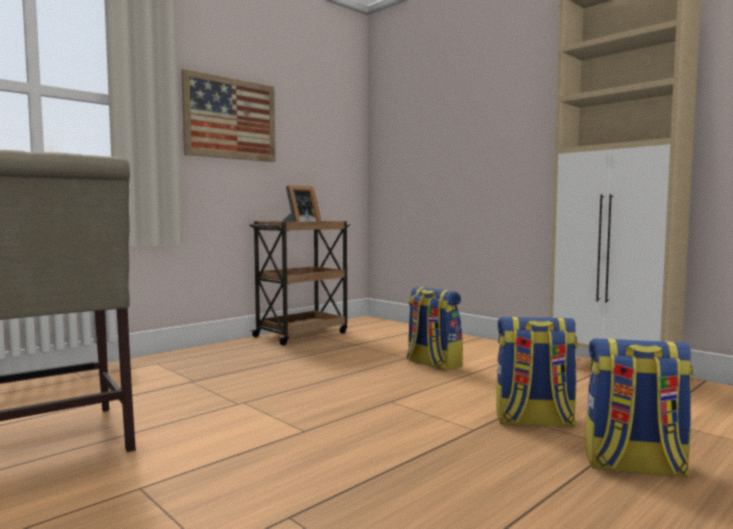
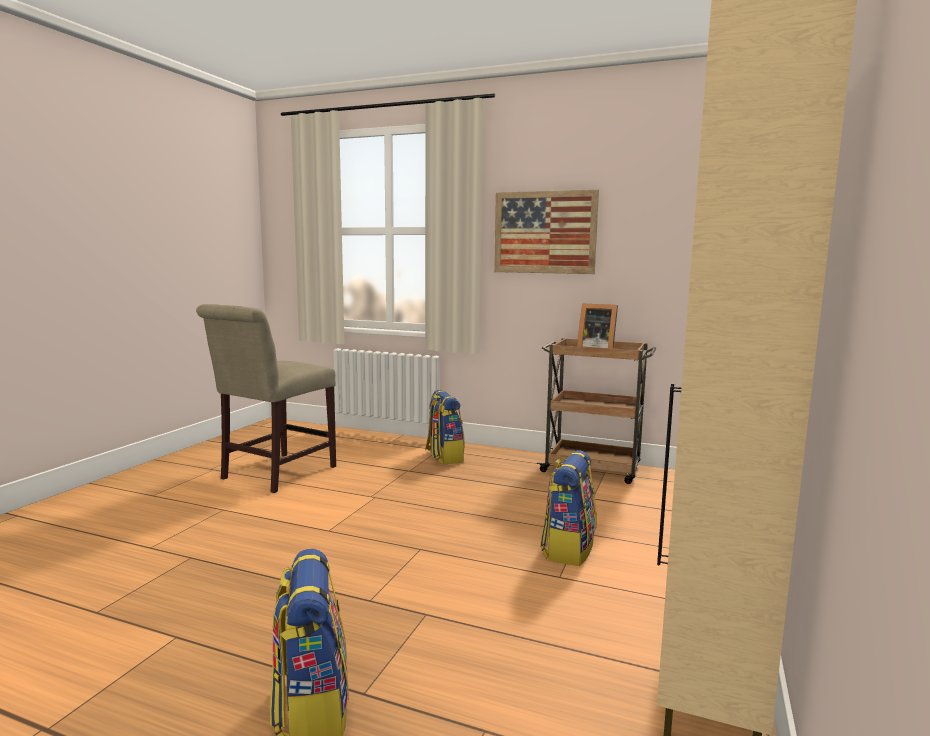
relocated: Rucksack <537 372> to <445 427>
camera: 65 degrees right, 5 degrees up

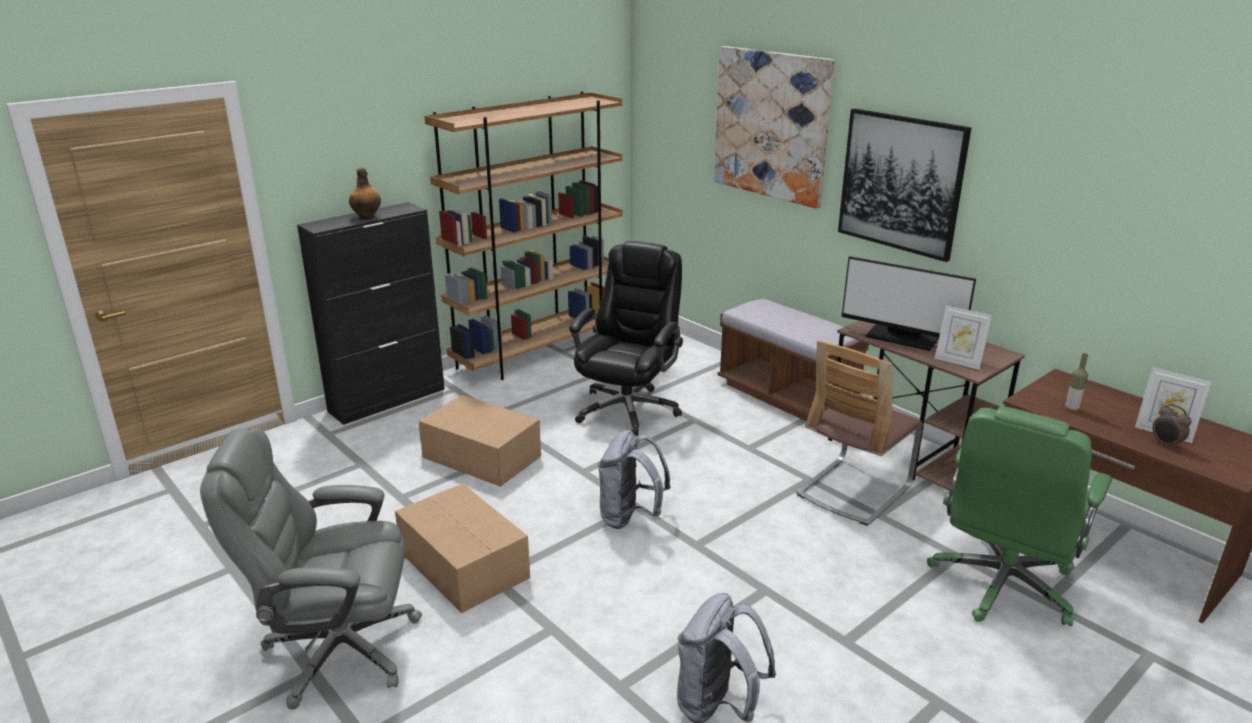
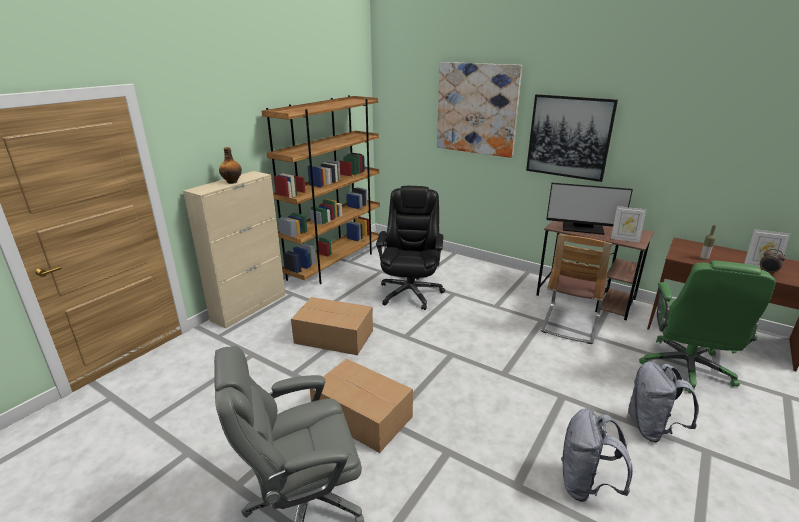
missing: Bank [braun] <793 359>
relocated: Rucksack [grau] <634 479> to <663 401>
colour: Schrank [schwarz] <371 313> to Schrank [beige] <234 250>
camera: 15 degrees left, 0 degrees up

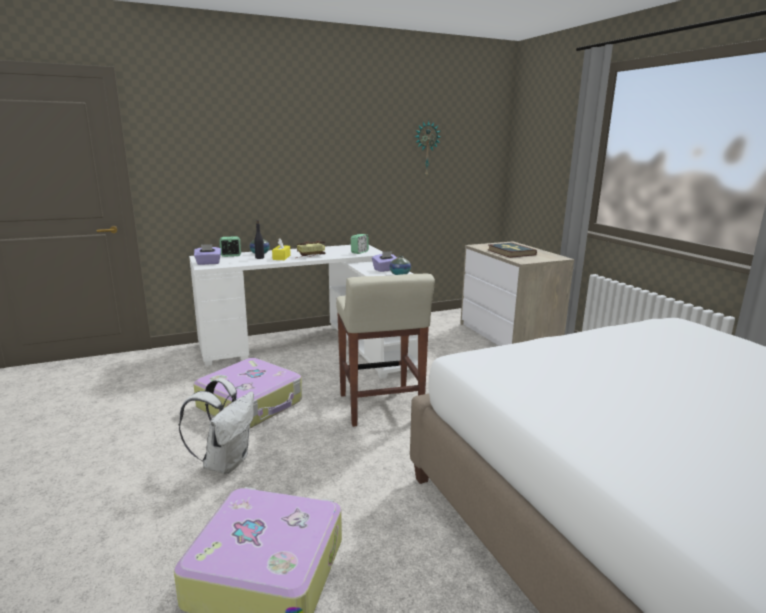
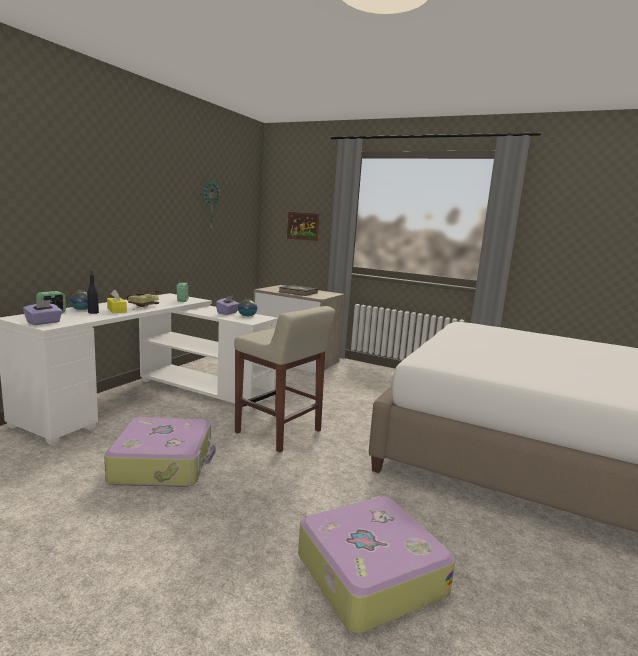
missing: Rucksack [weiß] <216 426>
appeared: Bild <303 226>
camera: 40 degrees left, 5 degrees down

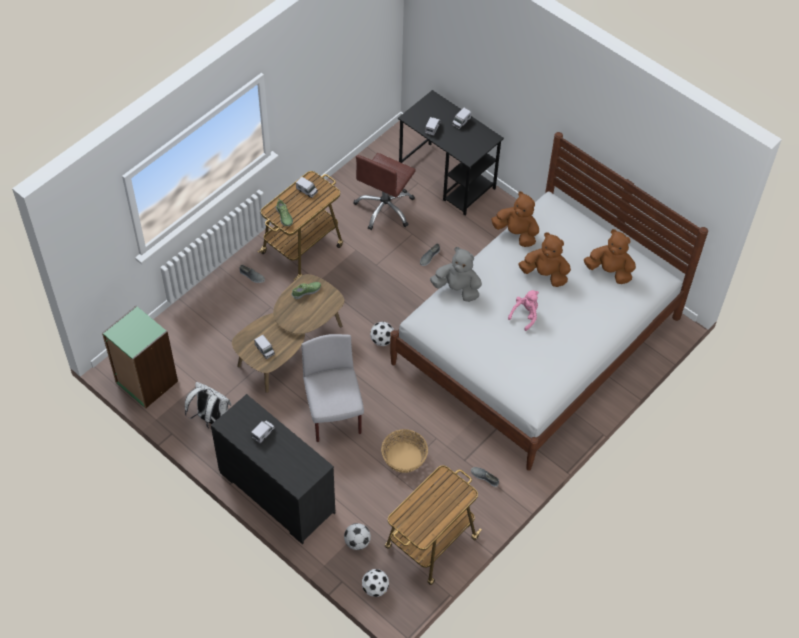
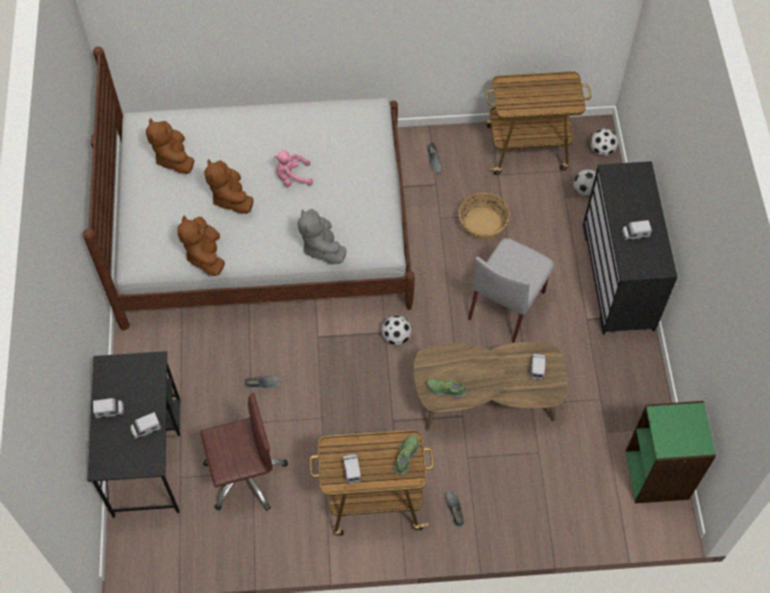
missing: Rucksack [weiß] <208 405>
camera: 135 degrees left, 5 degrees up

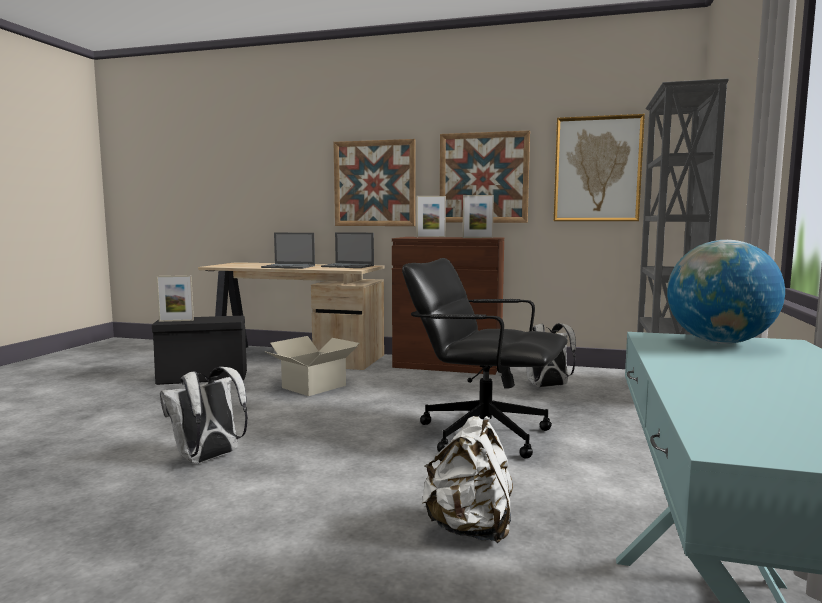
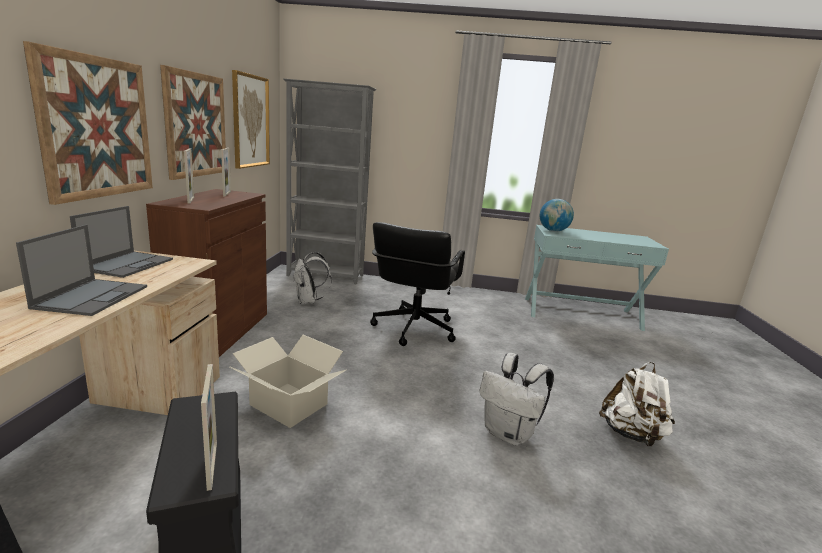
relocated: Rucksack [weiß] <467 479> to <637 404>
camera: 100 degrees left, 10 degrees up

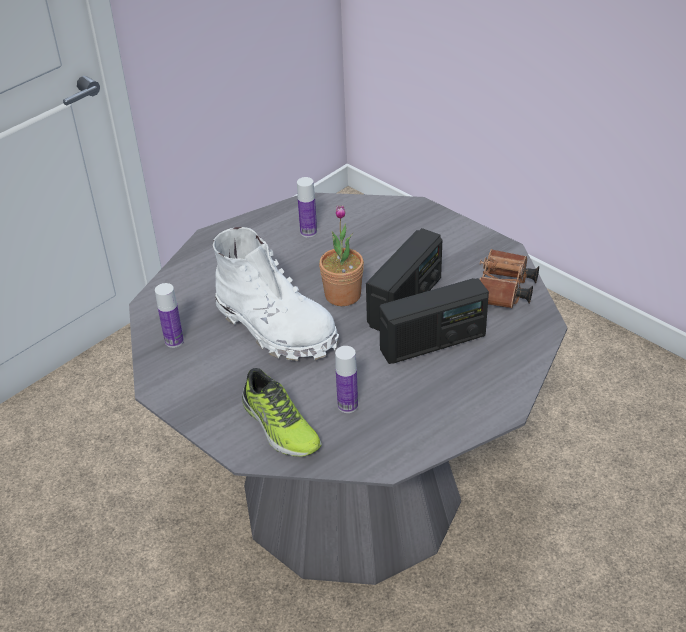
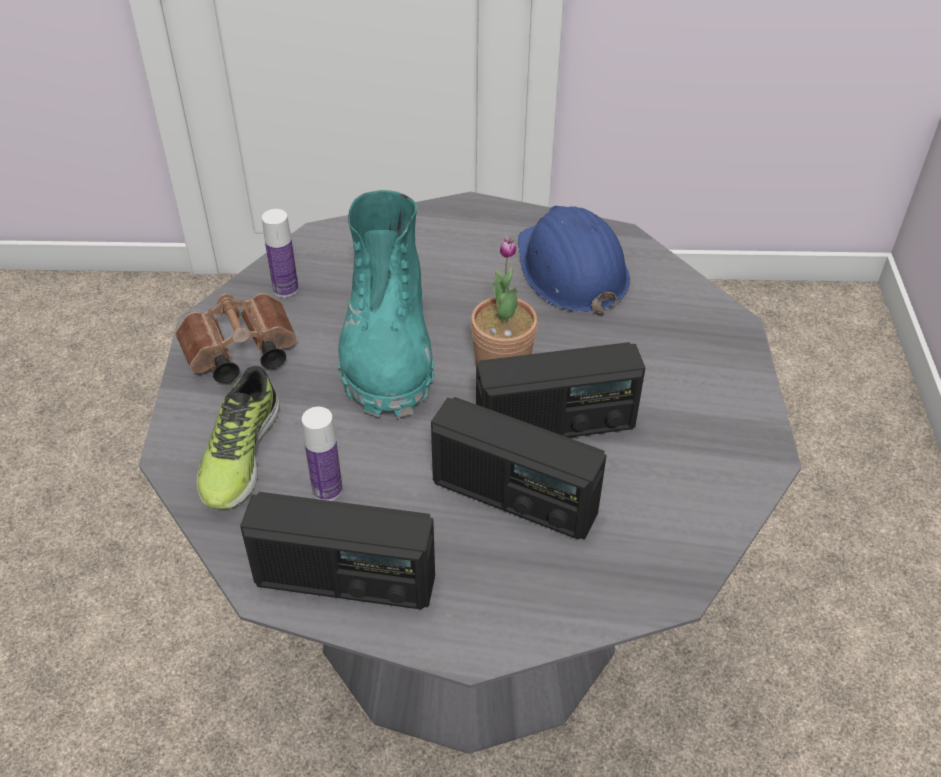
appeared: Radio <337 551>
relocated: Fernglas [braun] <509 278> to <236 338>
exchanged: Flasche <307 207> to Schutzhelm [blau] <574 261>
colour: Stiefel [weiß] <276 294> to Stiefel [türkis] <386 304>
camera: 45 degrees right, 5 degrees up

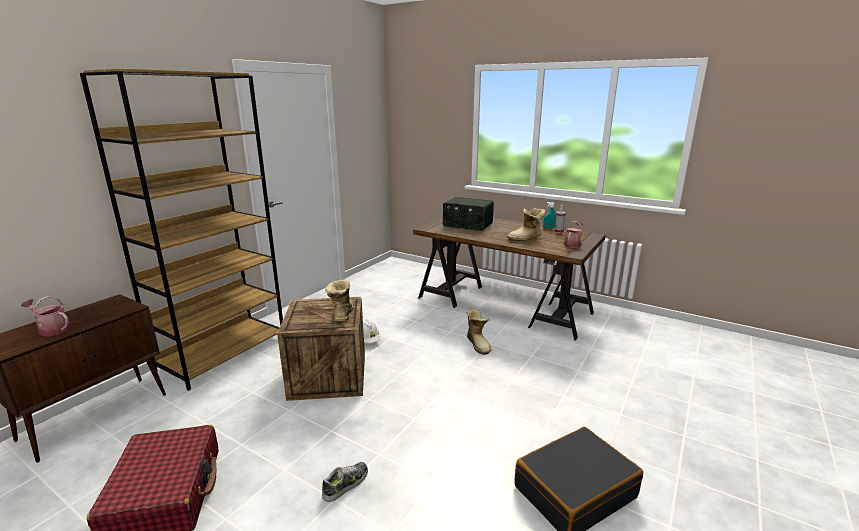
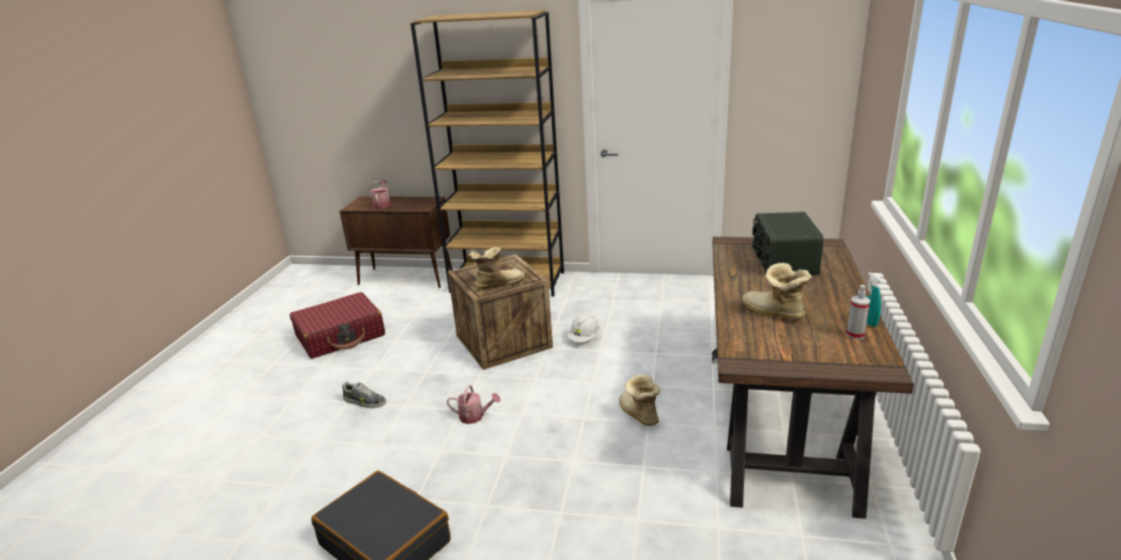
relocated: Gießkanne <573 234> to <474 404>
spun: Stiefel <479 332> = <639 400> 105 degrees clockwise
camera: 70 degrees right, 5 degrees up

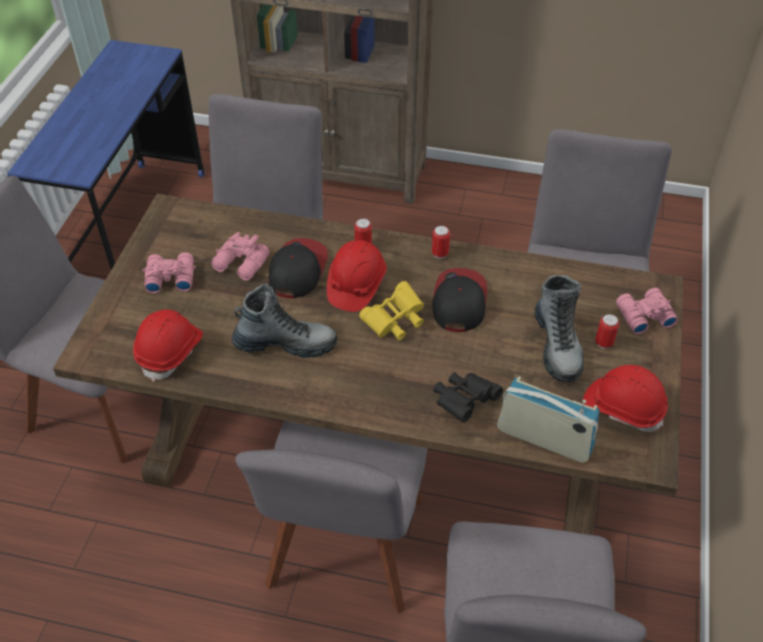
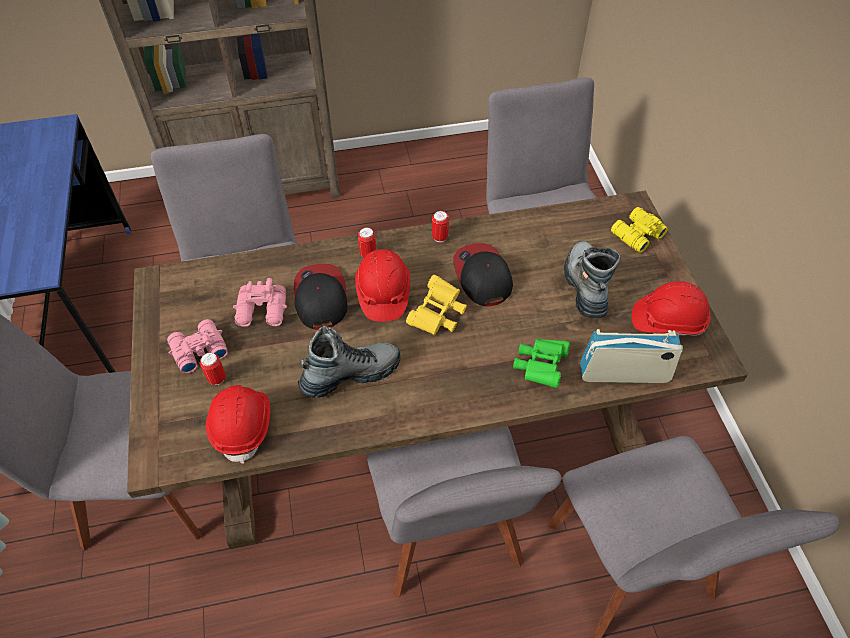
relocated: Dose <607 331> to <213 368>
colour: Fernglas [schwarz] <468 397> to Fernglas [grün] <541 363>; Fernglas [rosa] <647 311> to Fernglas [gelb] <639 230>
spun: Stiefel <559 328> = <592 279> 150 degrees counterclockwise
camera: 25 degrees left, 5 degrees up

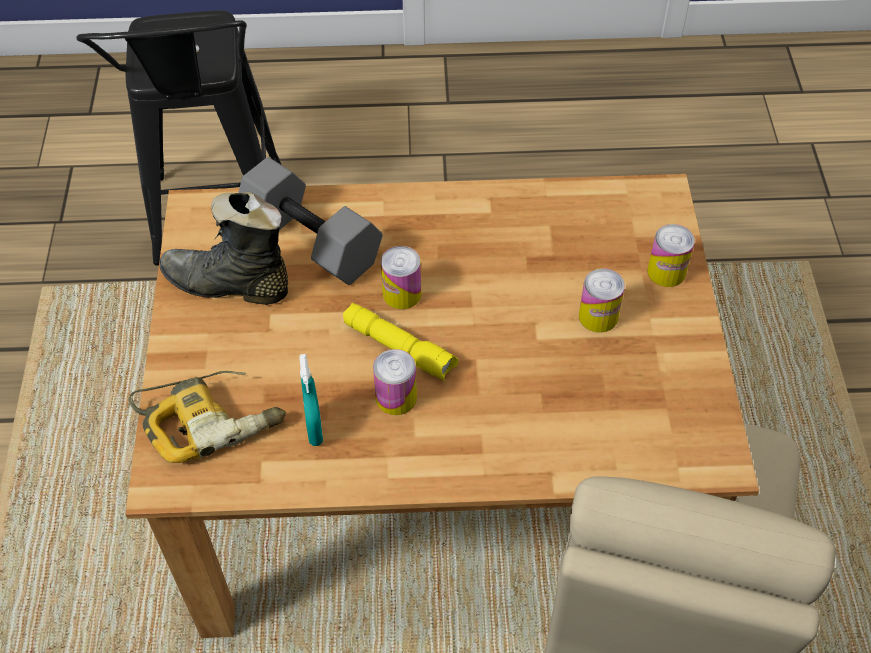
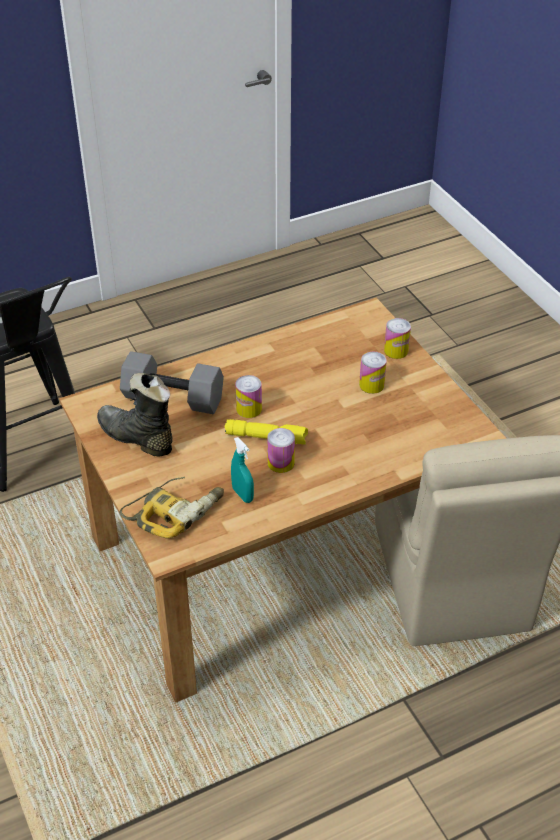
spun: Stiefel [schwarz] <223 248> = <135 414> 45 degrees clockwise
camera: 25 degrees left, 10 degrees down

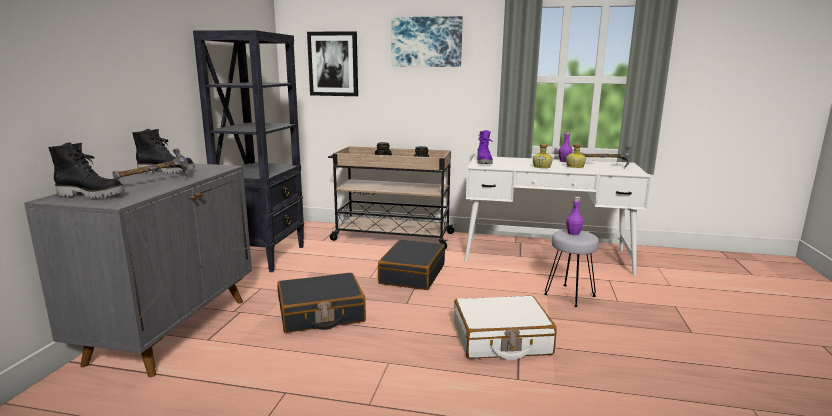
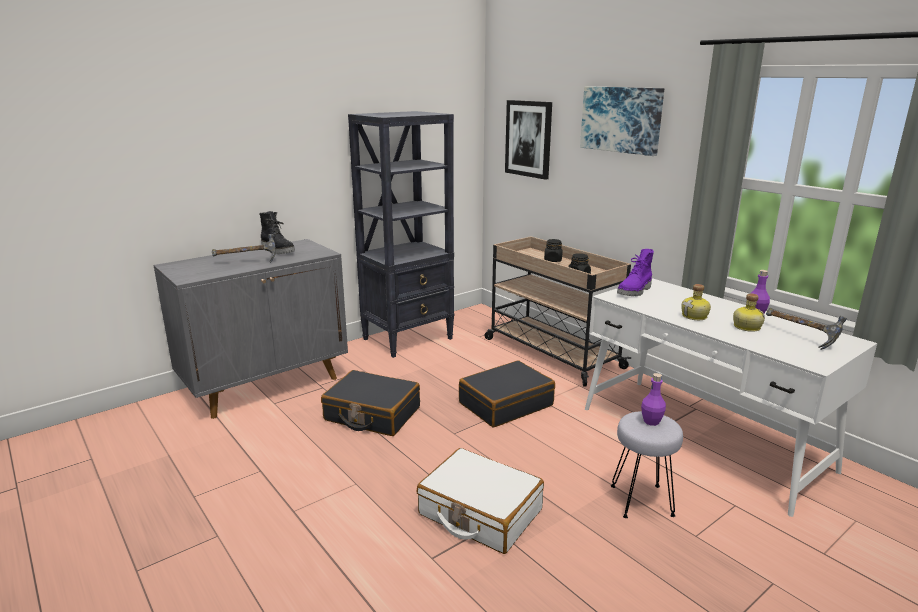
missing: Stiefel [schwarz] <86 171>
camera: 40 degrees right, 5 degrees up

